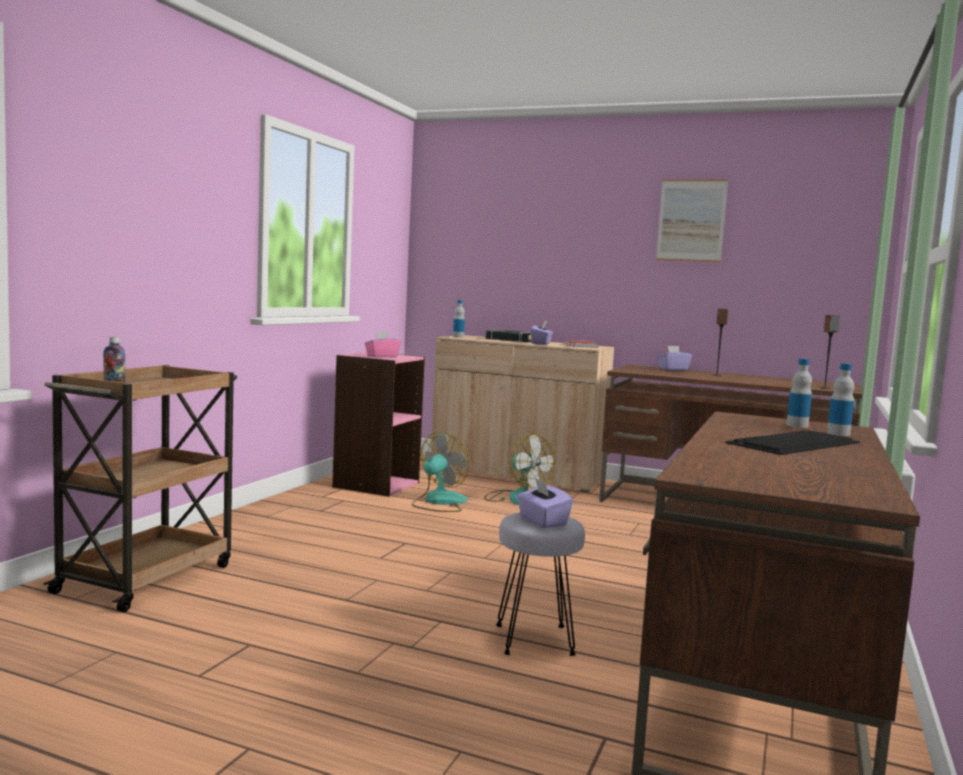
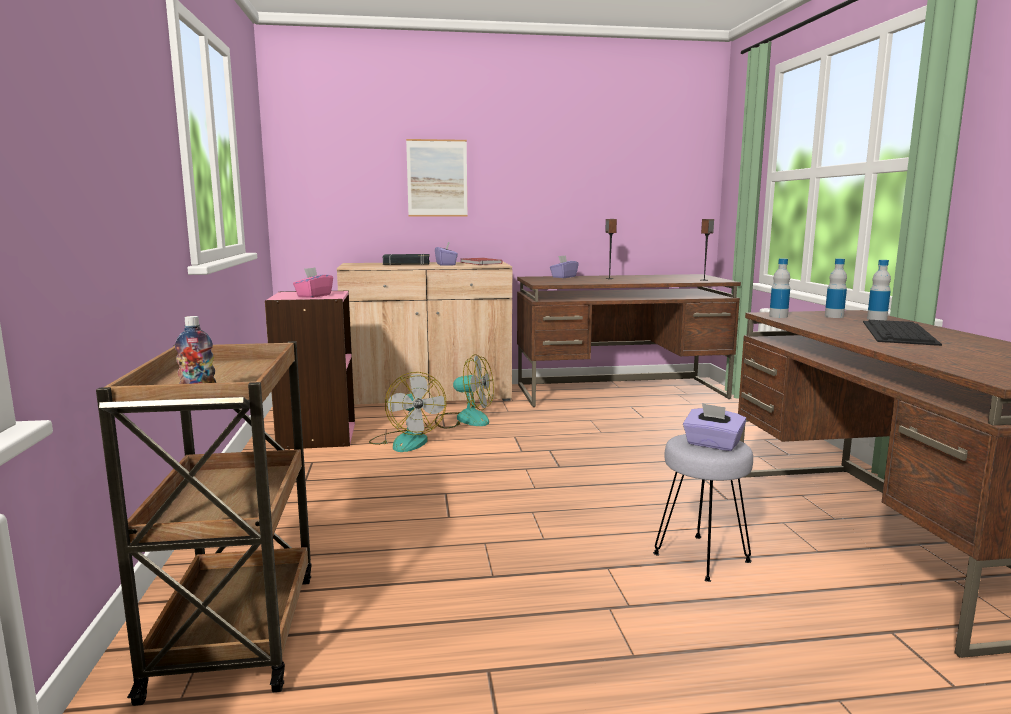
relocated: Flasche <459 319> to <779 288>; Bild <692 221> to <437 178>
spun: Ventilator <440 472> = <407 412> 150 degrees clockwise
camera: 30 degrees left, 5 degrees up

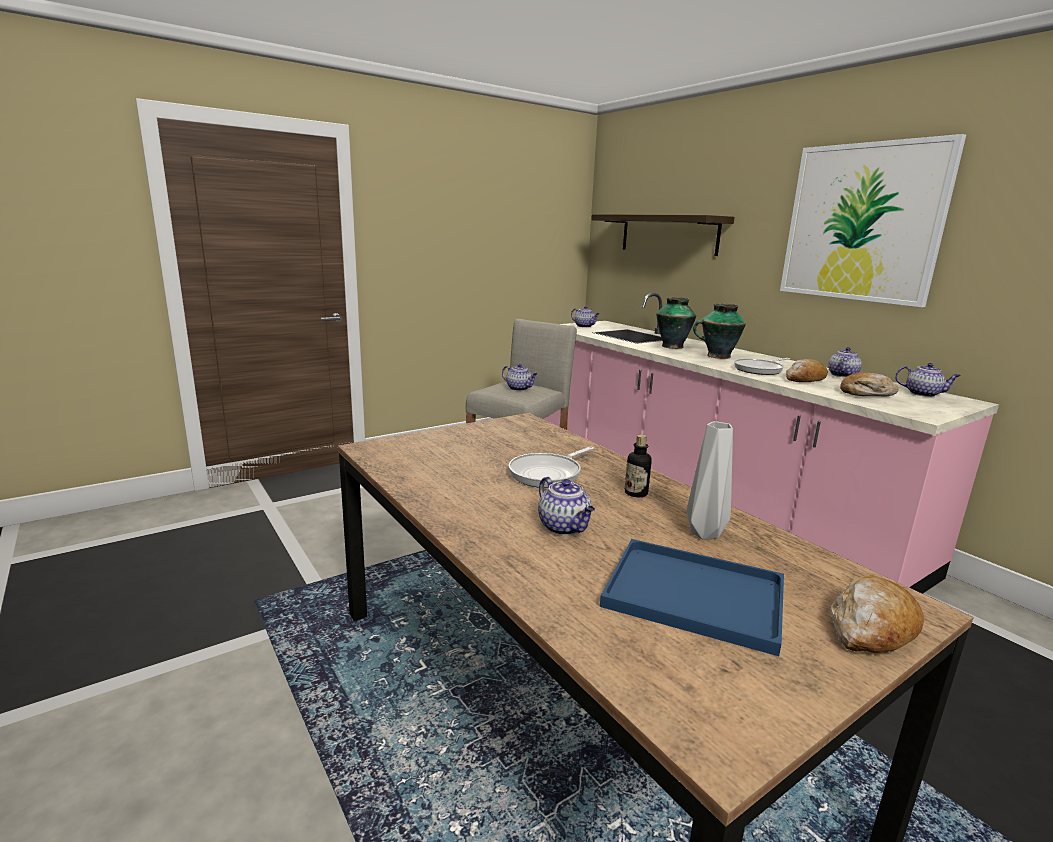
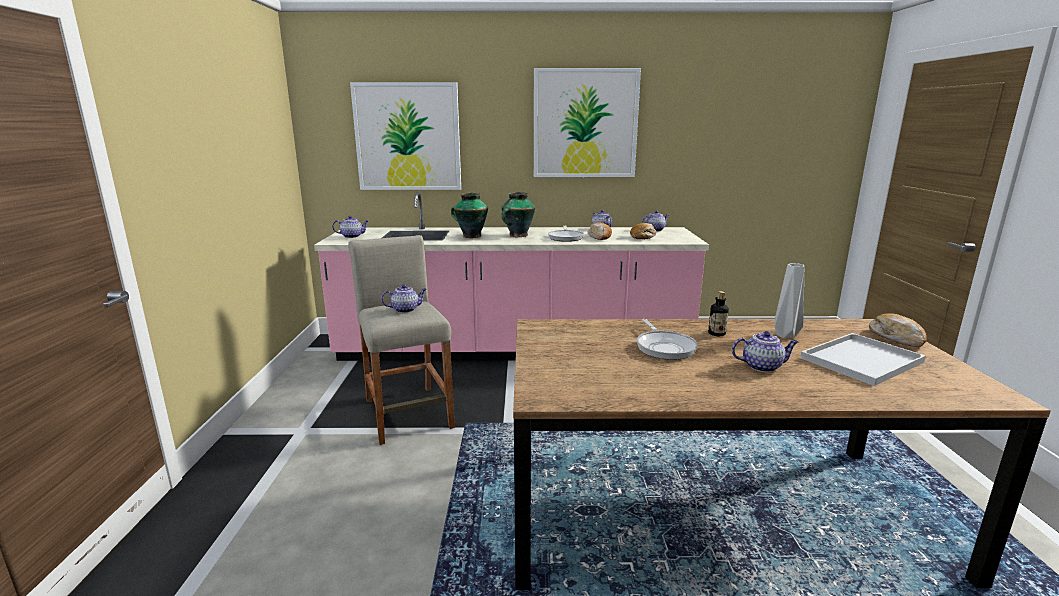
exchanged: Wandregal <663 235> to Bild <405 136>
colour: Tablett [blau] <692 597> to Tablett [weiß] <863 359>
camera: 55 degrees left, 0 degrees up

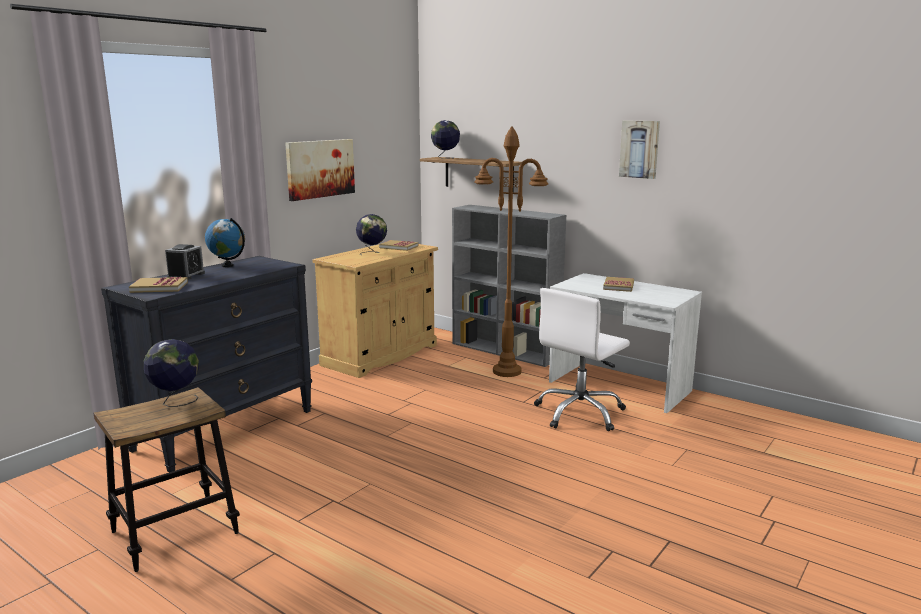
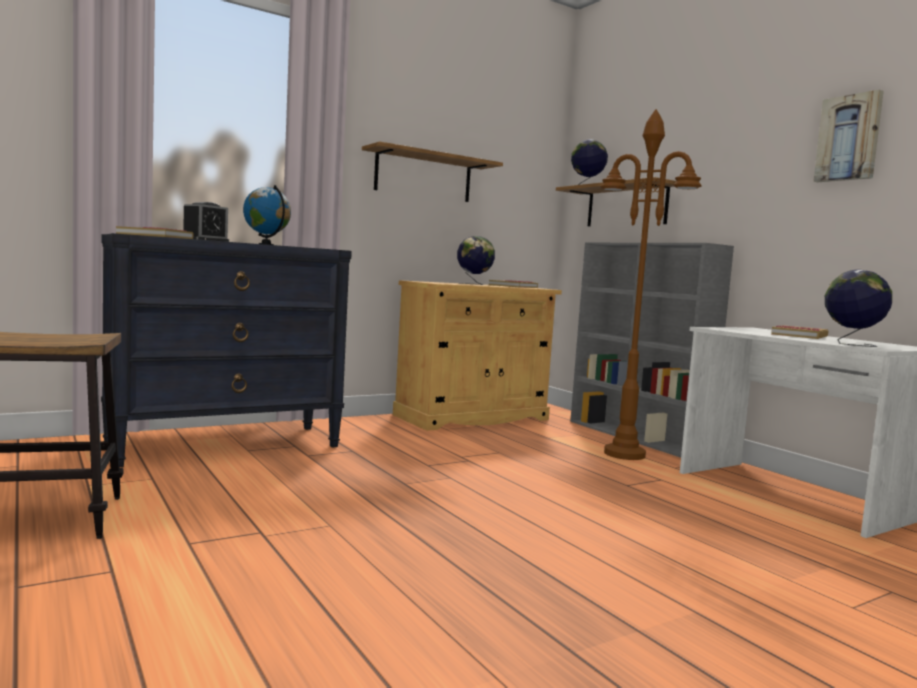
missing: Bürostuhl [weiß] <582 359>
relocated: Globus <171 373> to <858 308>
exchanged: Bild <320 170> to Wandregal <432 171>
camera: 20 degrees right, 10 degrees down

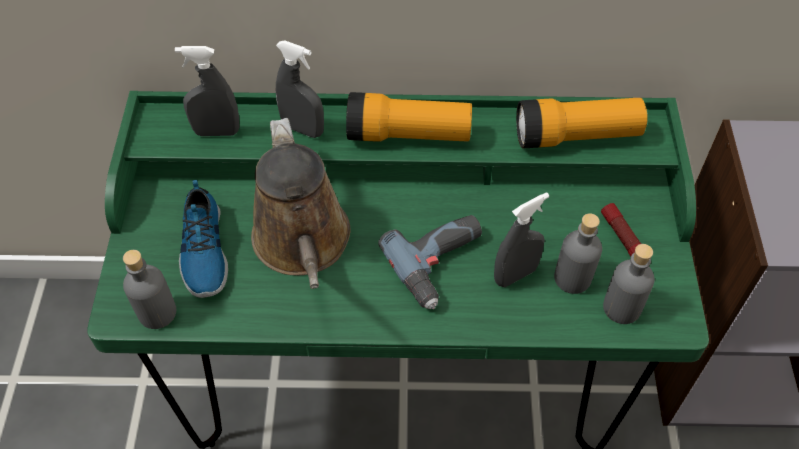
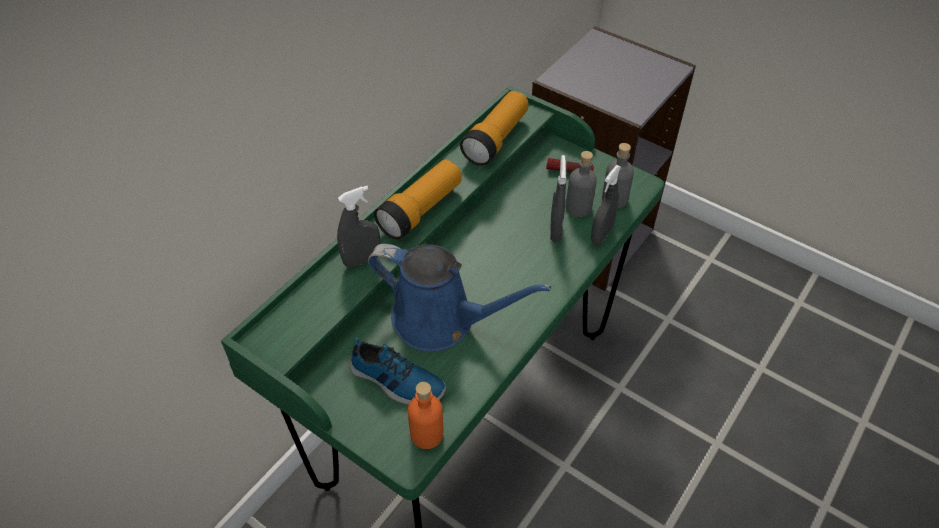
missing: Bohrmaschine <430 262>
relocated: Sprühflasche [grau] <207 91> to <606 205>
colour: Flasche [grau] <149 289> to Flasche [orange] <425 415>; Gießkanne [braun] <301 203> to Gießkanne [blau] <459 298>
camera: 55 degrees left, 5 degrees down

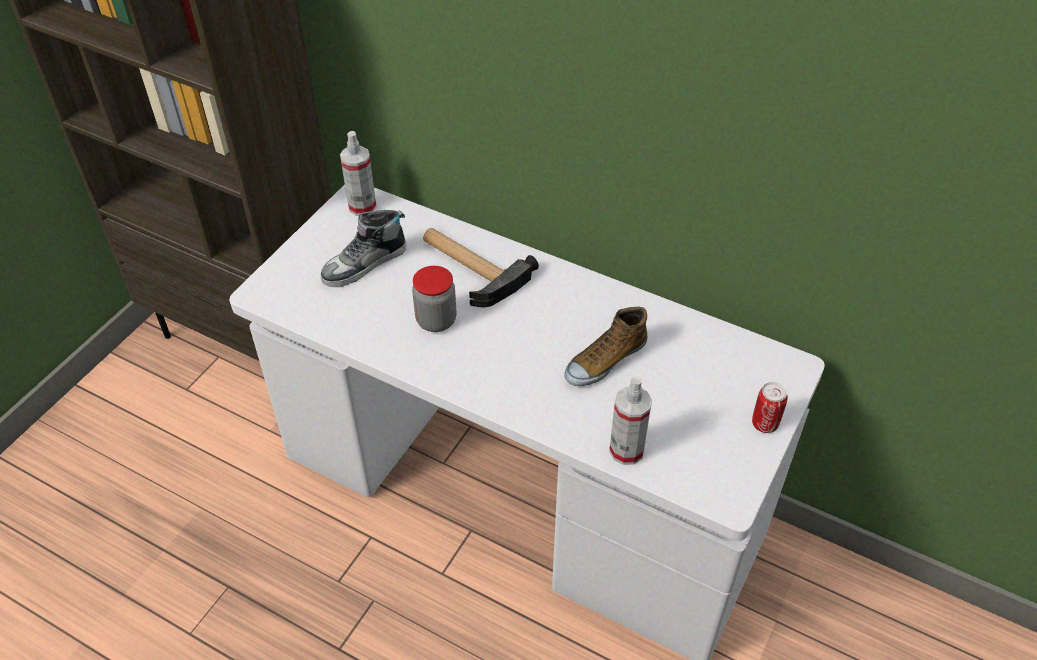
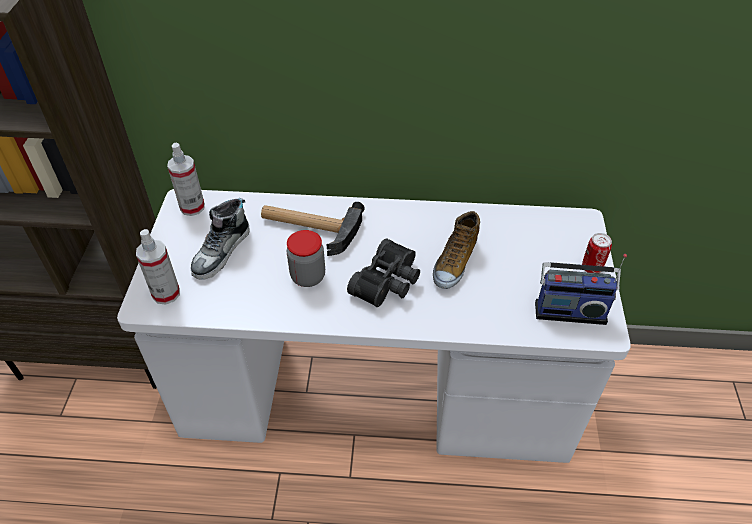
appeared: Fernglas [schwarz] <383 272>; Radio <581 289>
relocated: Sprühflasche <630 420> to <158 266>
camera: 25 degrees left, 0 degrees up

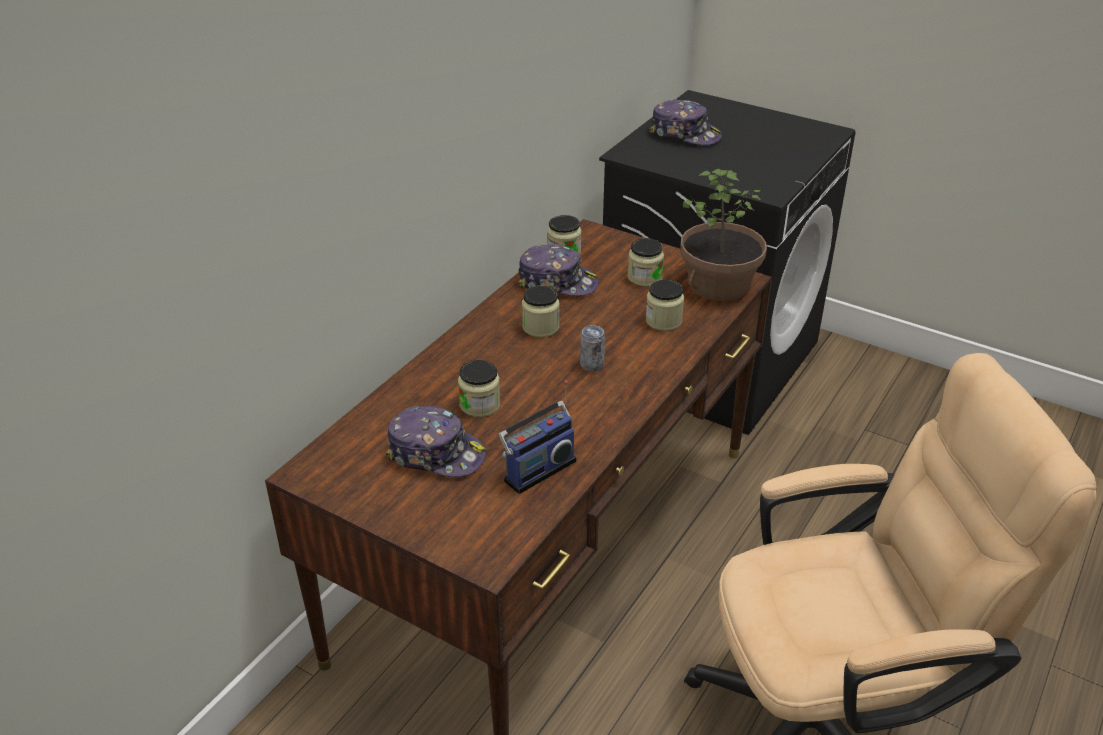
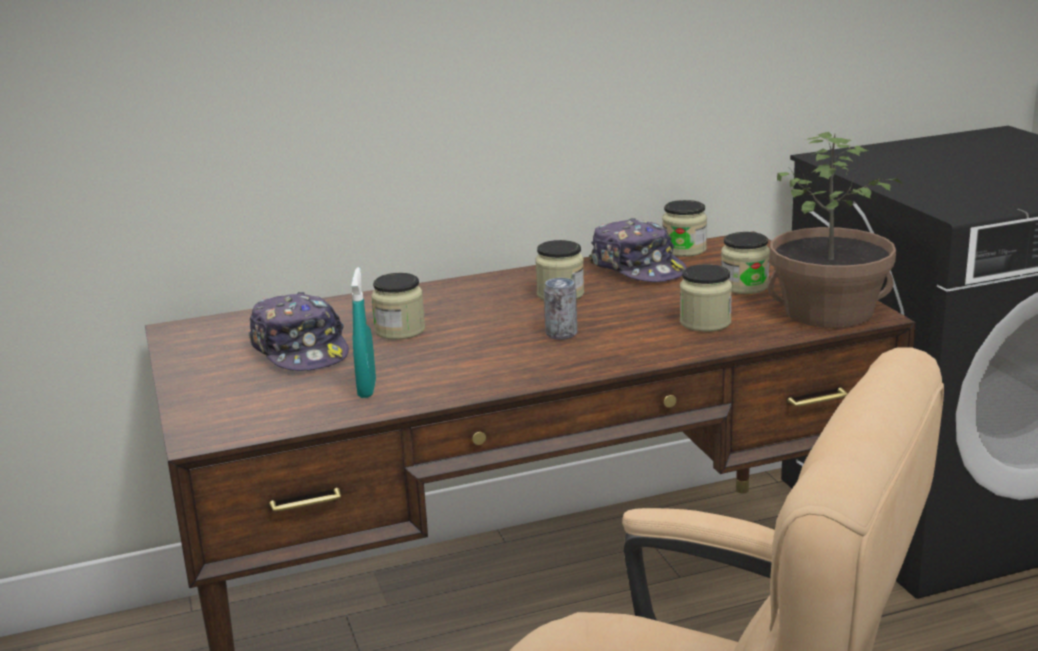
missing: Kappe <685 122>
exchanged: Radio <537 437> to Sprühflasche [türkis] <363 332>
camera: 40 degrees right, 15 degrees down

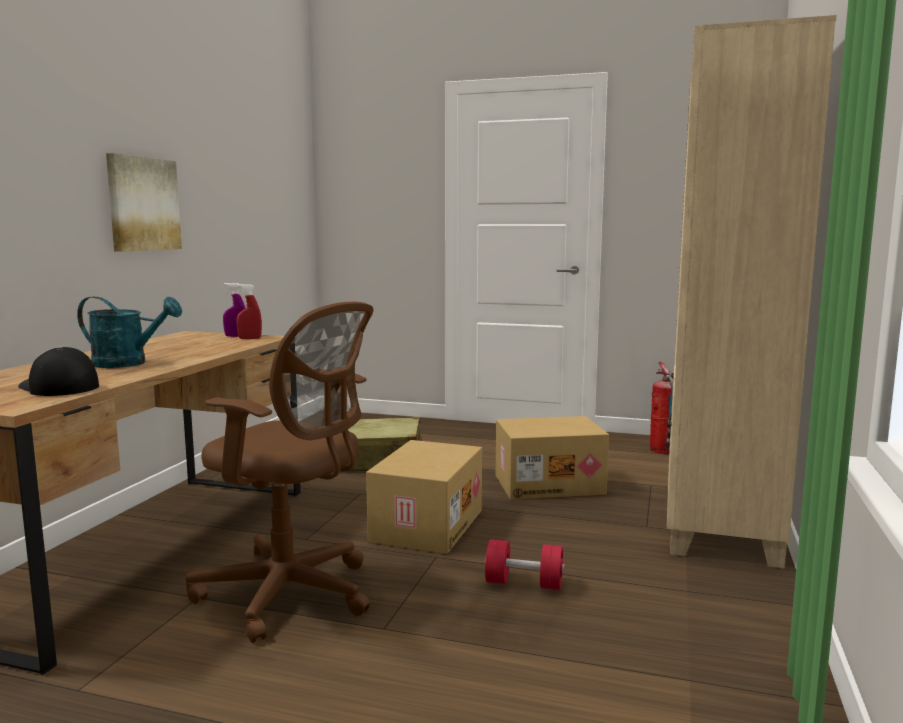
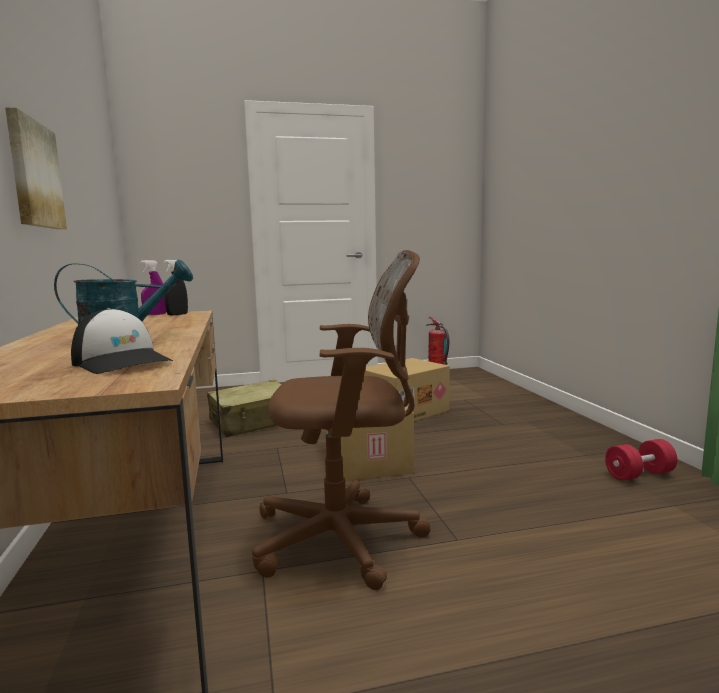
missing: Bücherregal [beige] <752 292>
relocated: Hantel [rot] <525 564> to <641 459>
colour: Sprühflasche [rot] <249 311> to Sprühflasche [schwarz] <176 287>
spun: Kappe <58 371> = <122 341> 150 degrees counterclockwise
camera: 30 degrees left, 0 degrees up

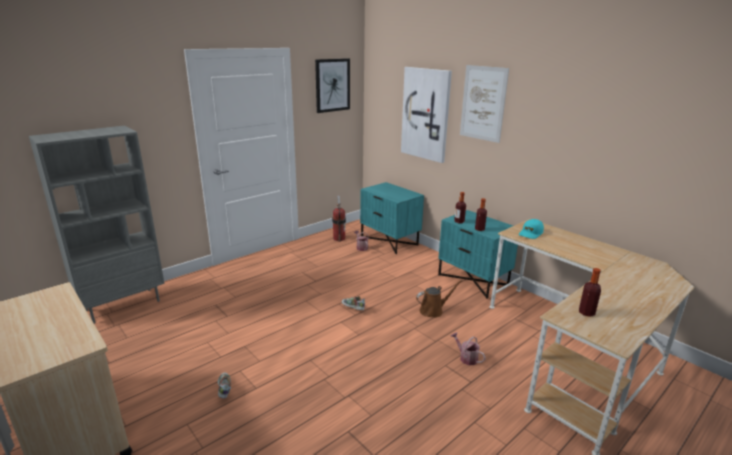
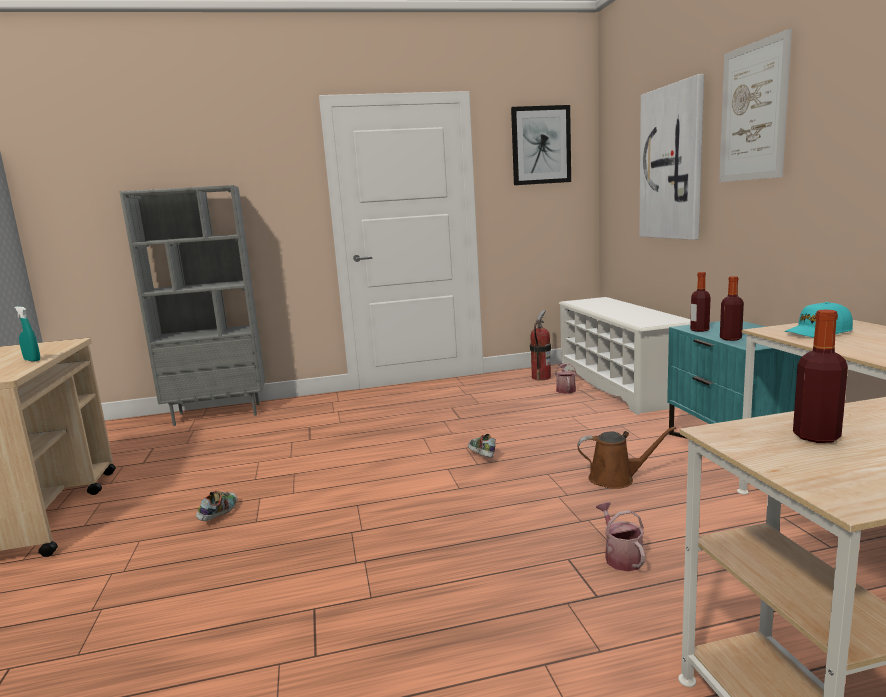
appeared: Sprühflasche [türkis] <27 333>
exchanged: Nachttisch [türkis] <392 218> to Schuhregal [weiß] <624 356>
camera: 30 degrees right, 10 degrees down

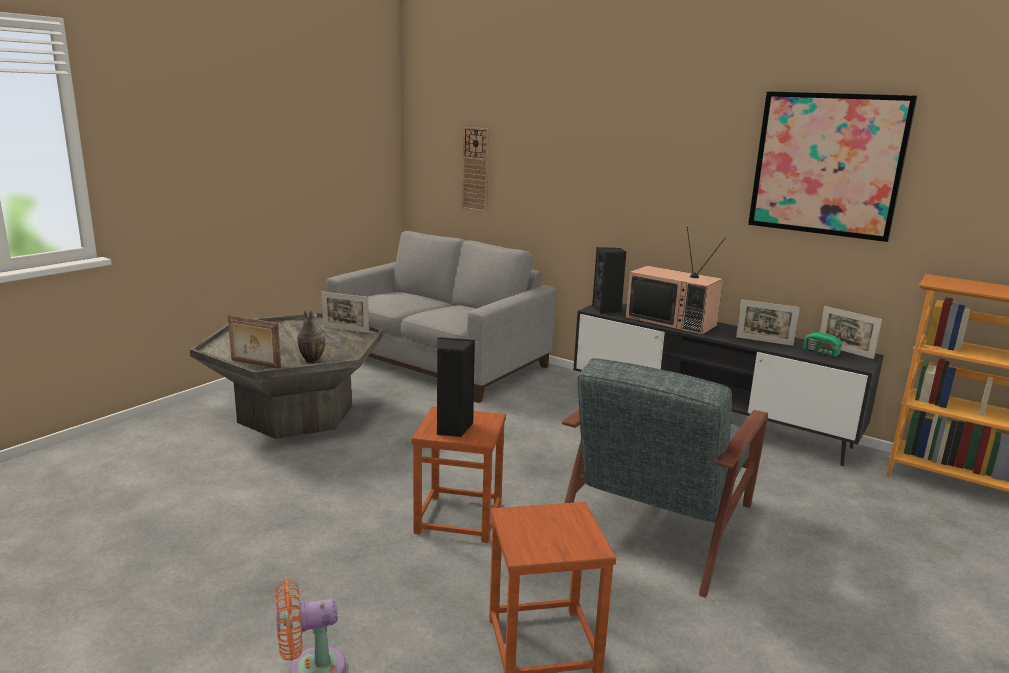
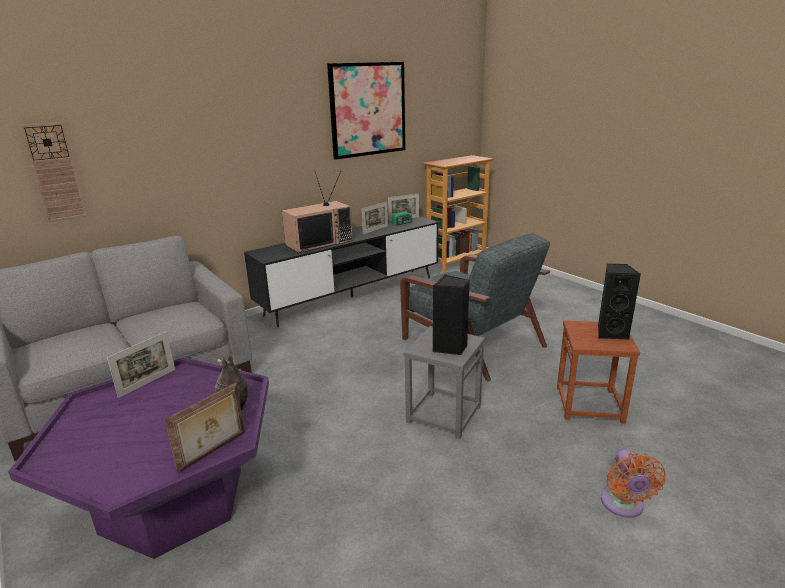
relocated: Lautsprecher [schwarz] <609 280> to <619 302>
colour: Couchtisch [grau] <287 375> to Couchtisch [lila] <138 458>; Hocker [braun] <458 475> to Hocker [grau] <444 382>
camera: 70 degrees left, 5 degrees up

